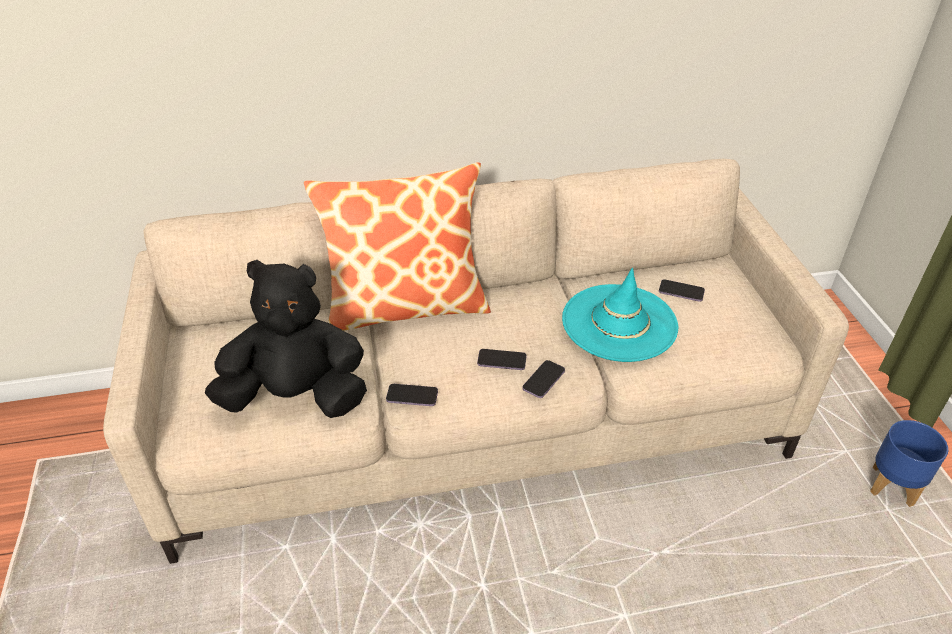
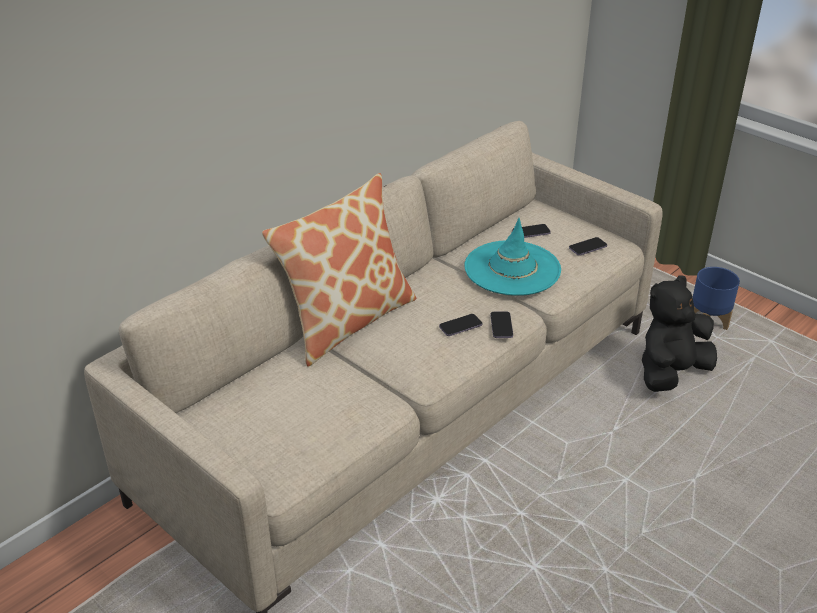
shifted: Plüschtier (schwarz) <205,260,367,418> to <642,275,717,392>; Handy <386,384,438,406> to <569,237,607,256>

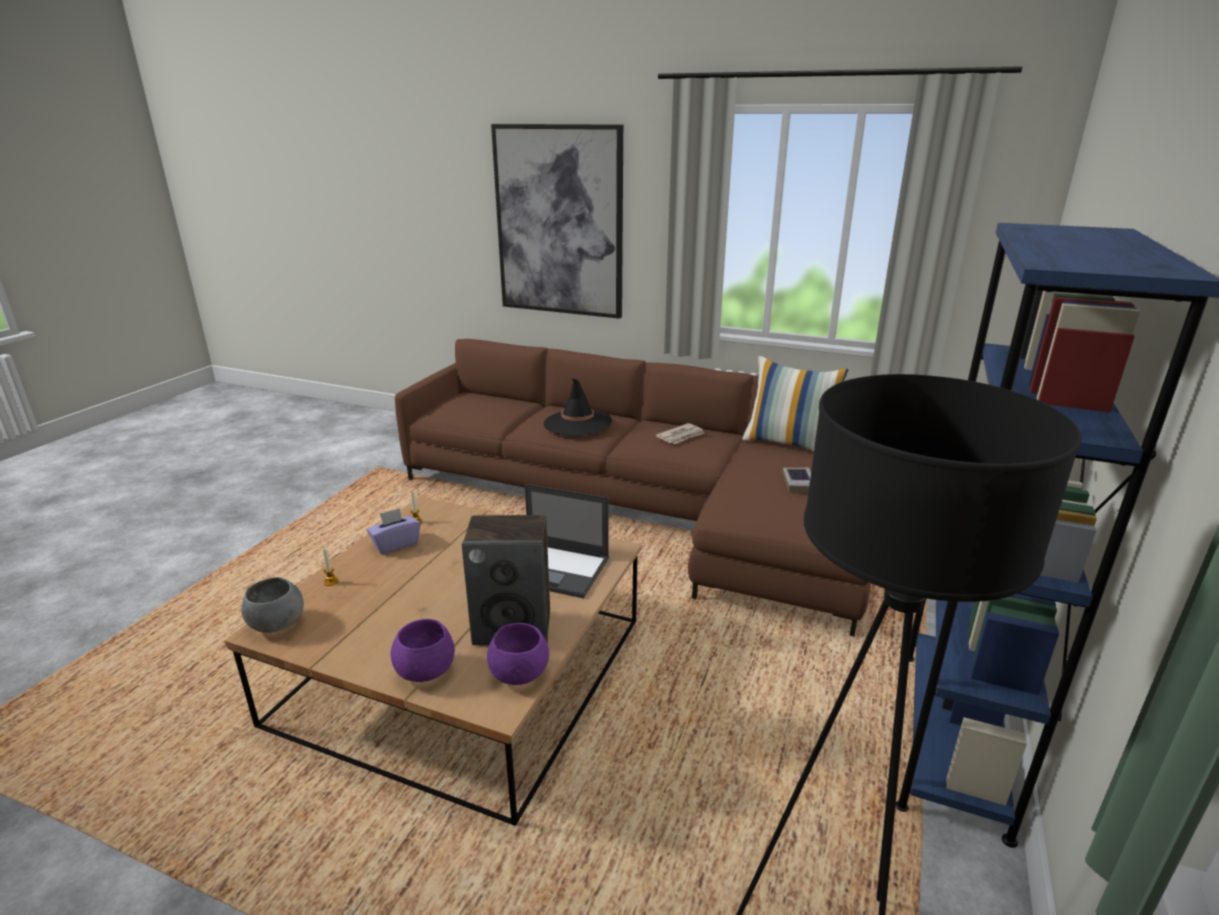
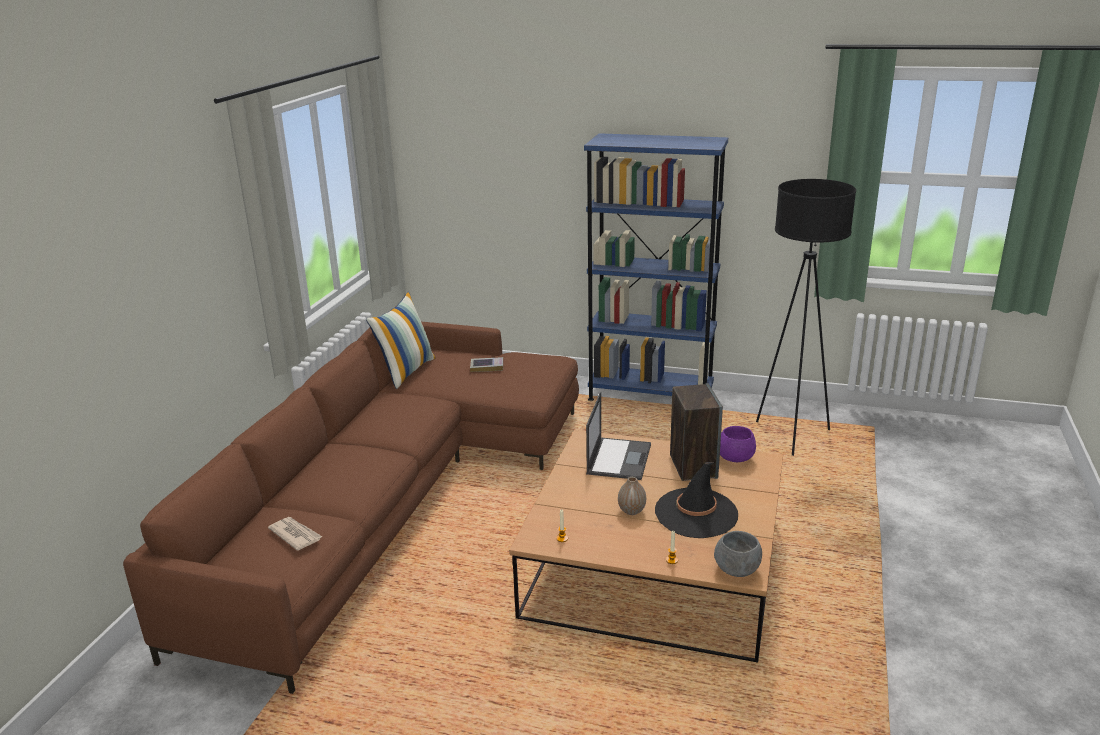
gone: Taschentuchbox (lila) <367,508,420,554>; Schüssel (lila) <391,619,455,682>; Bild <491,124,623,319>
new: Vase <618,477,646,515>
shifted: Hut (schwarz) <544,378,612,436> to <655,462,738,538>; Zeitung <655,423,704,444> to <268,517,322,551>

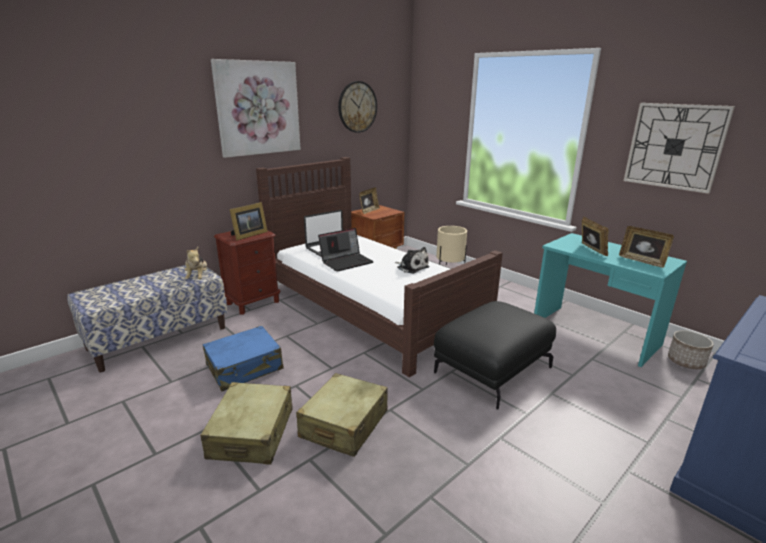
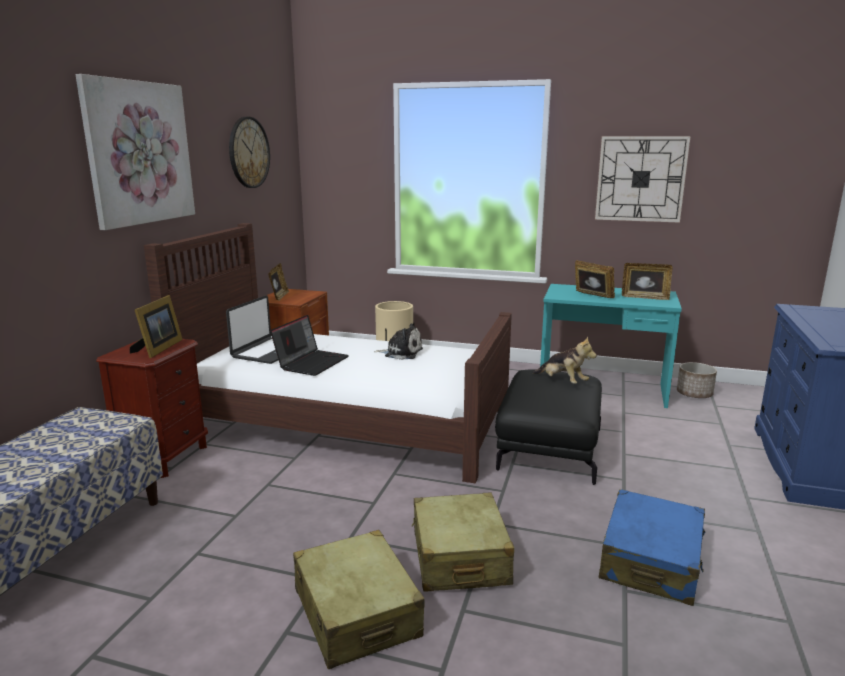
shifted: Plüschtier <184,247,207,279> to <533,336,597,384>; Koffer (blau) <202,326,283,391> to <599,489,706,606>

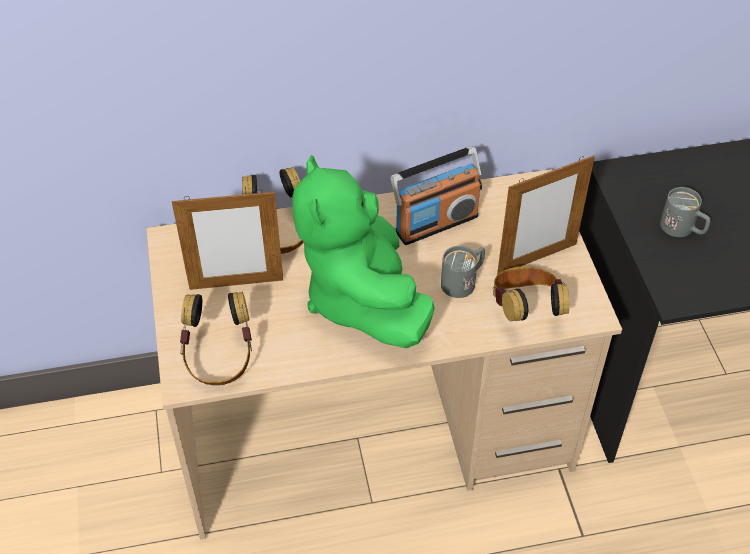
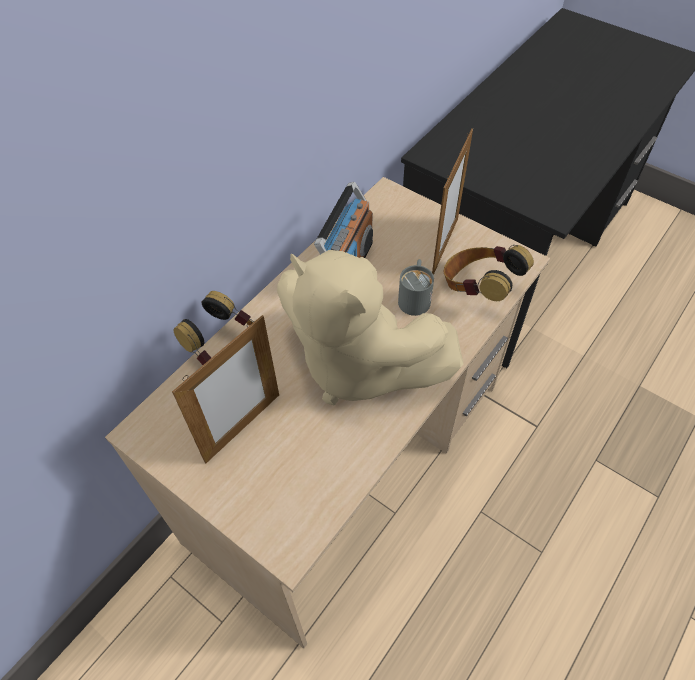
gone: Kopfhörer <180,292,252,385>; Henkelbecher (grau) <660,187,710,237>
repainted: Plüschtier (grün) <293,155,434,348> to Plüschtier (beige) <277,250,464,406>

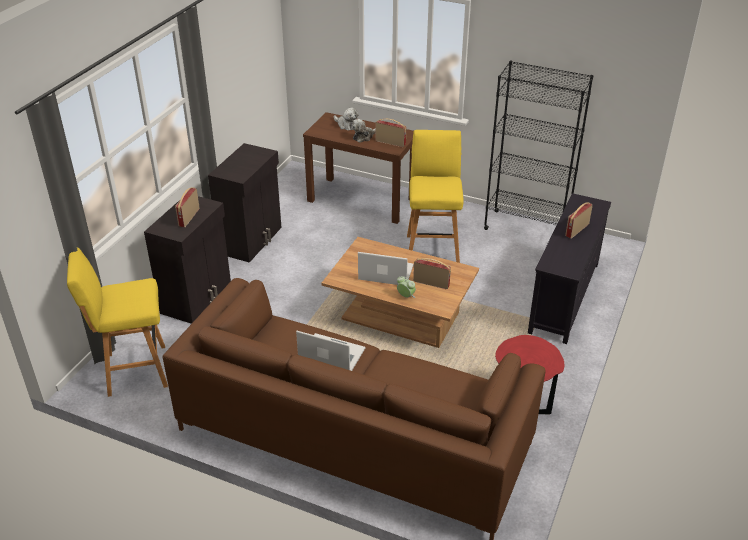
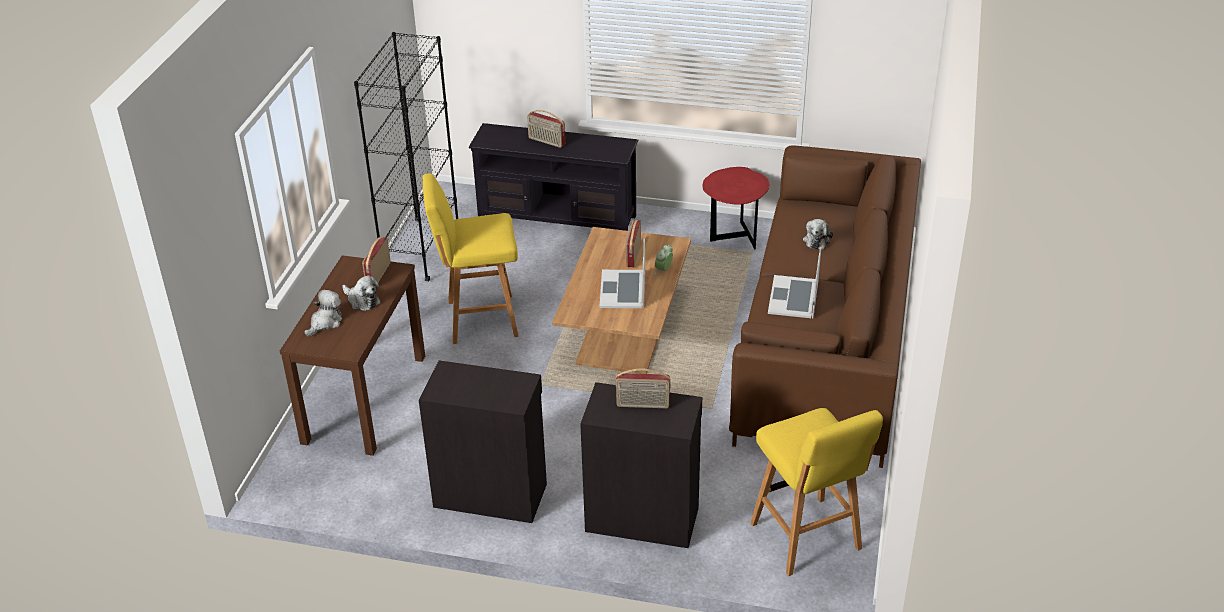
new: Plüschtier <803,219,833,250>

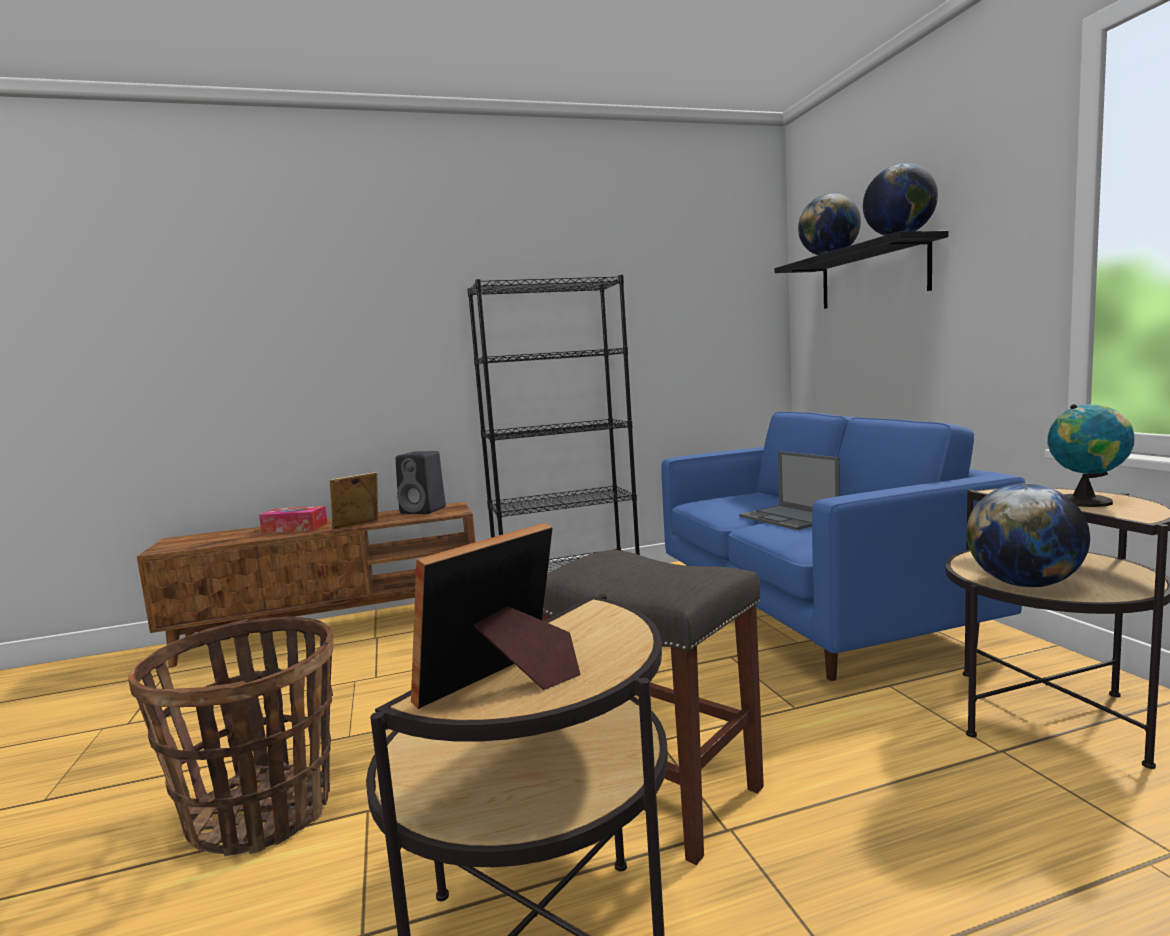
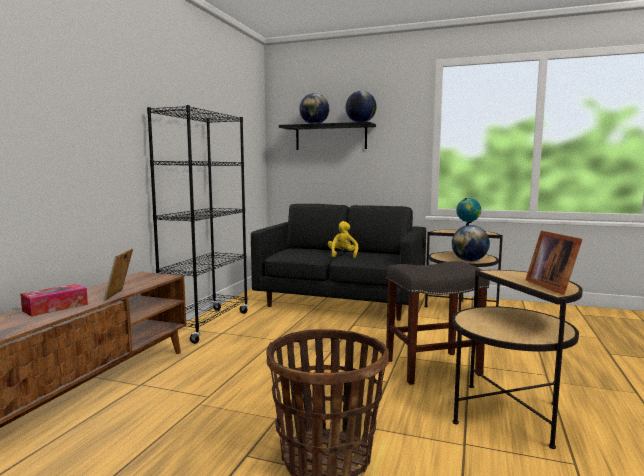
gone: Lautsprecher (schwarz) <396,451,446,514>
swapped: Laptop <739,451,840,530> to Plüschtier (gelb) <328,221,358,258>
repainted: Sofa (blau) <661,412,1025,681> to Sofa (schwarz) <251,204,426,321>

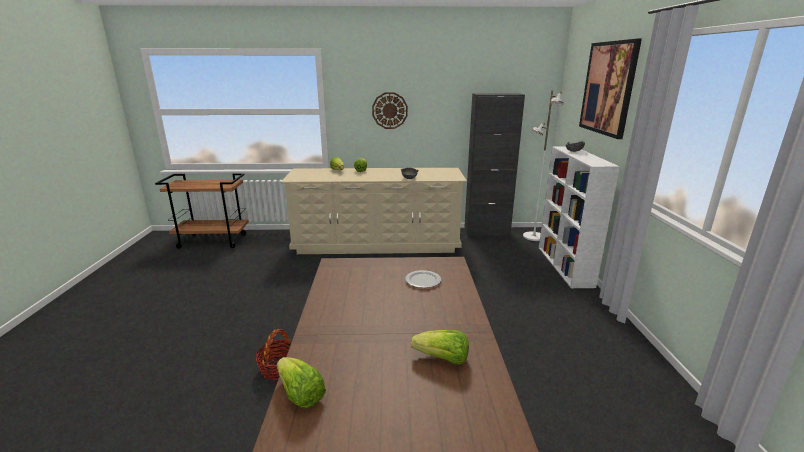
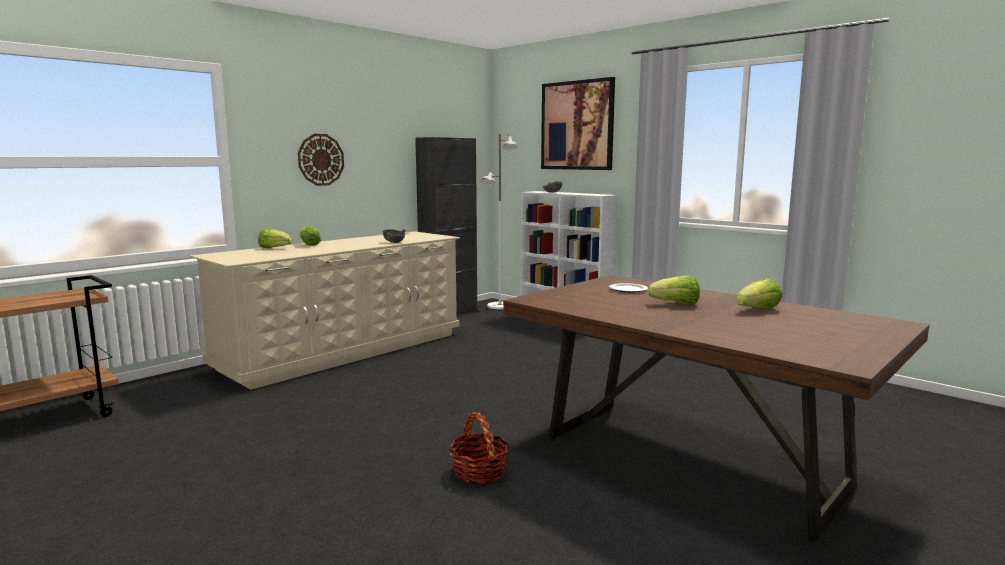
shifted: Salatkopf <277,357,326,409> to <648,275,700,305>

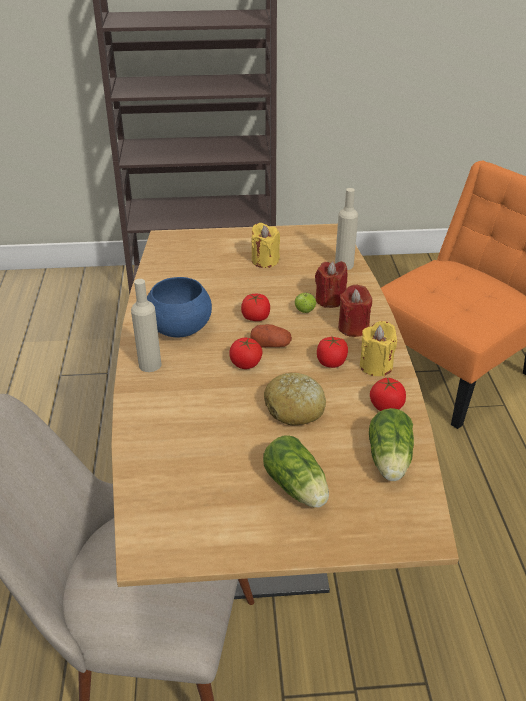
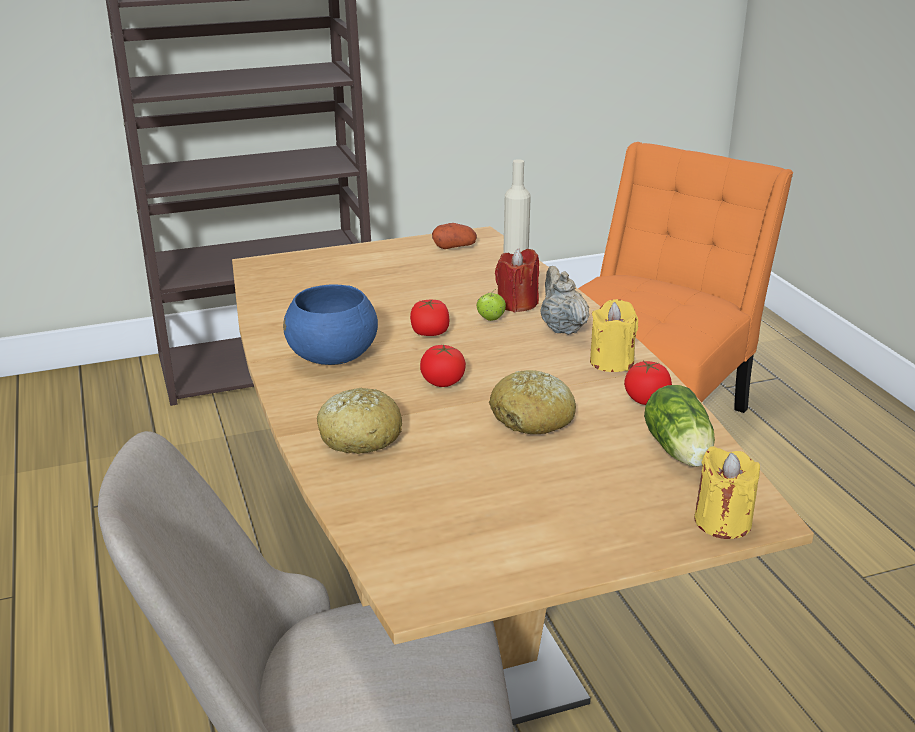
gone: Flasche (beige) <131,279,162,372>; Salatkopf <263,435,329,507>; Tomate <317,337,348,368>
new: Brot <317,388,402,454>
shifted: Kartoffel <250,324,292,348> to <432,223,477,249>; Kerze (gelb) <251,223,280,268> to <694,446,760,539>
swapped: Kerze (rot) <338,285,372,337> to Teekanne (beige) <540,266,590,335>

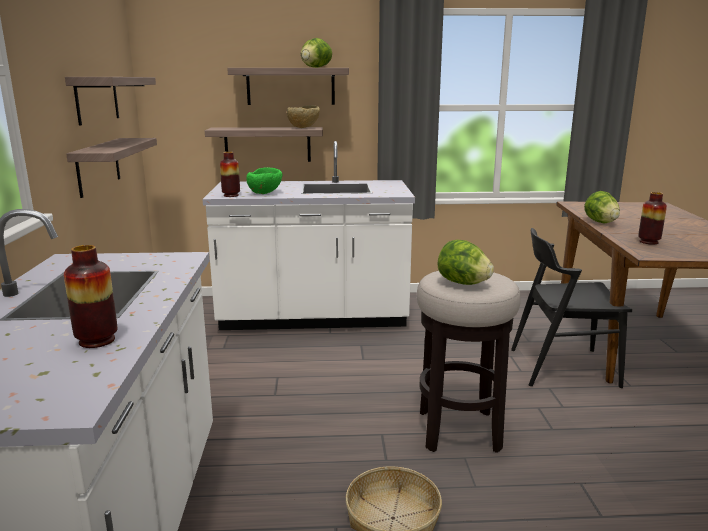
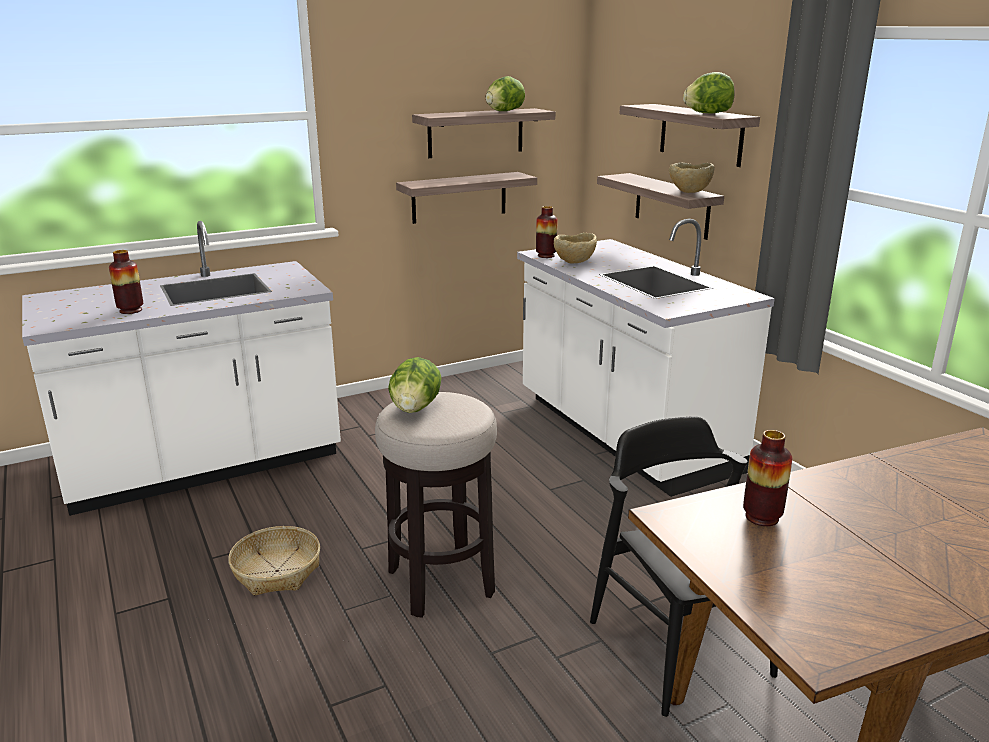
shifted: Salatkopf <584,191,620,223> to <486,76,525,111>
repainted: Schüssel (grün) <247,167,282,194> to Schüssel (beige) <554,233,597,264>

